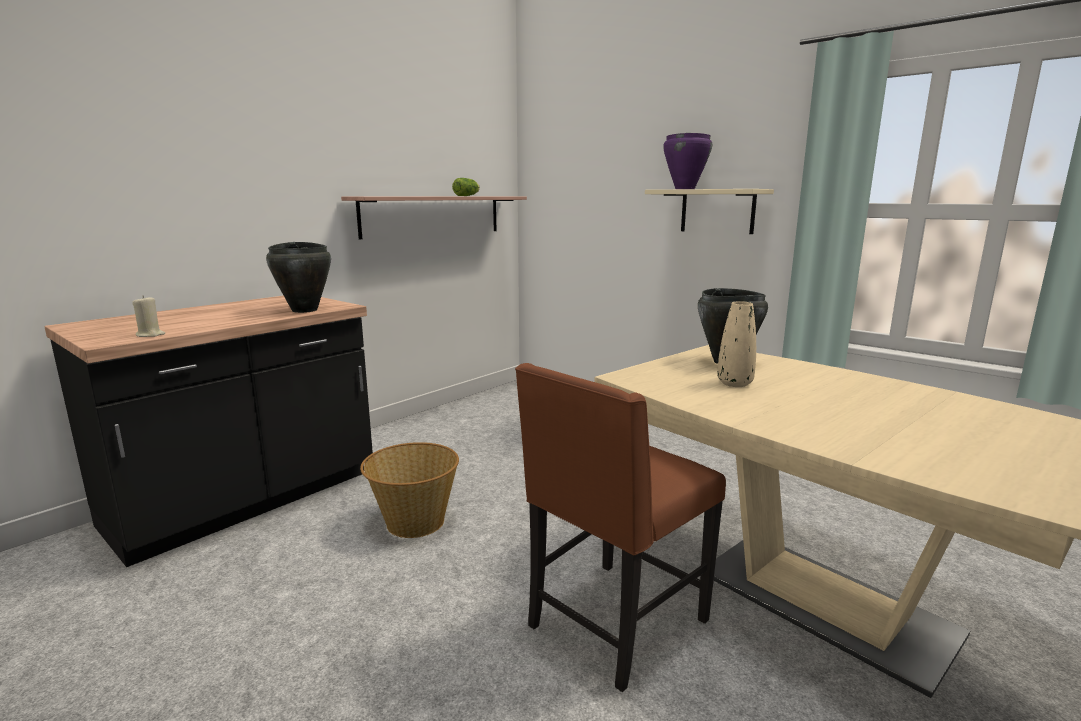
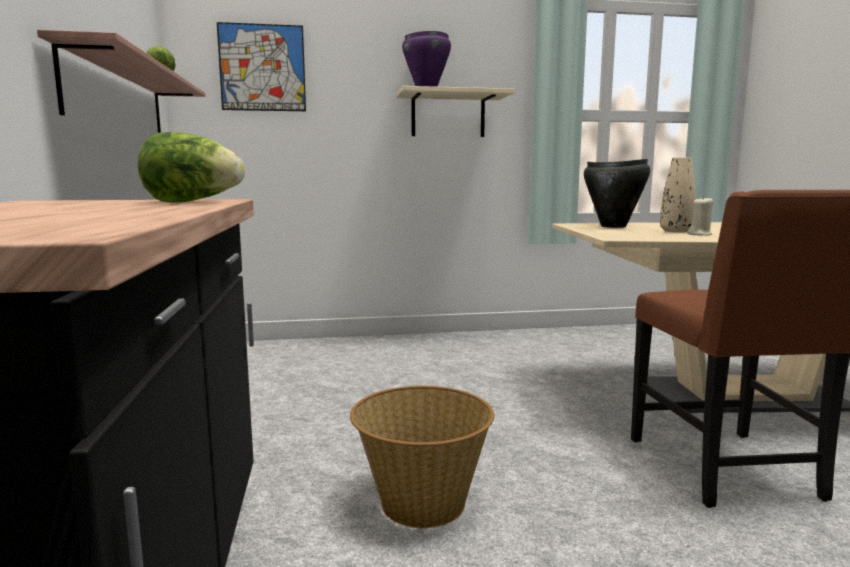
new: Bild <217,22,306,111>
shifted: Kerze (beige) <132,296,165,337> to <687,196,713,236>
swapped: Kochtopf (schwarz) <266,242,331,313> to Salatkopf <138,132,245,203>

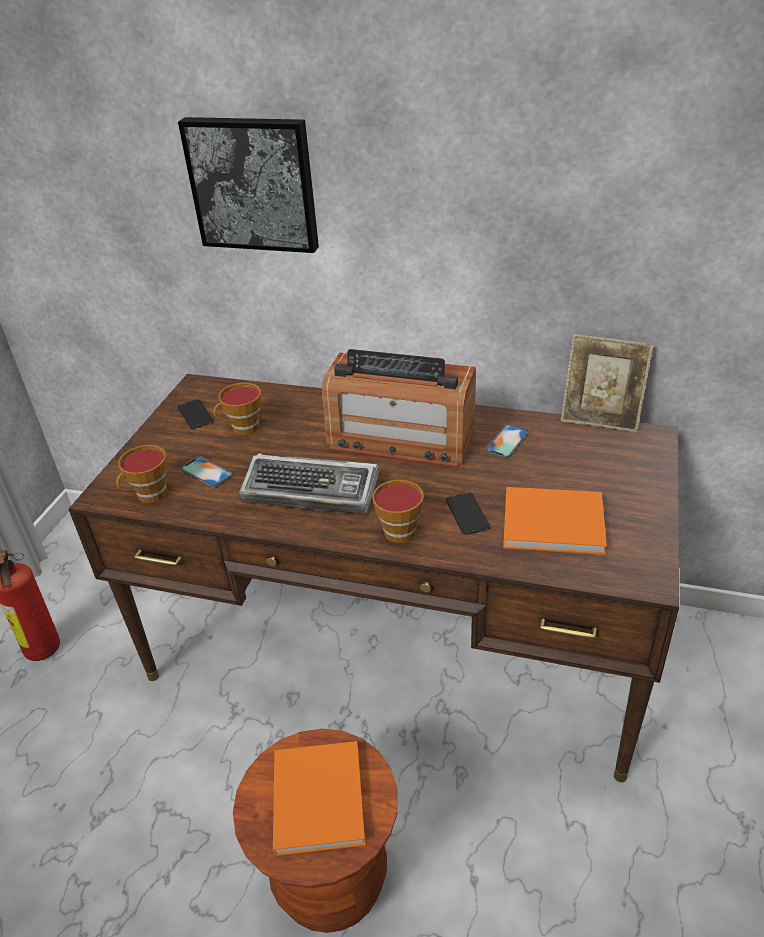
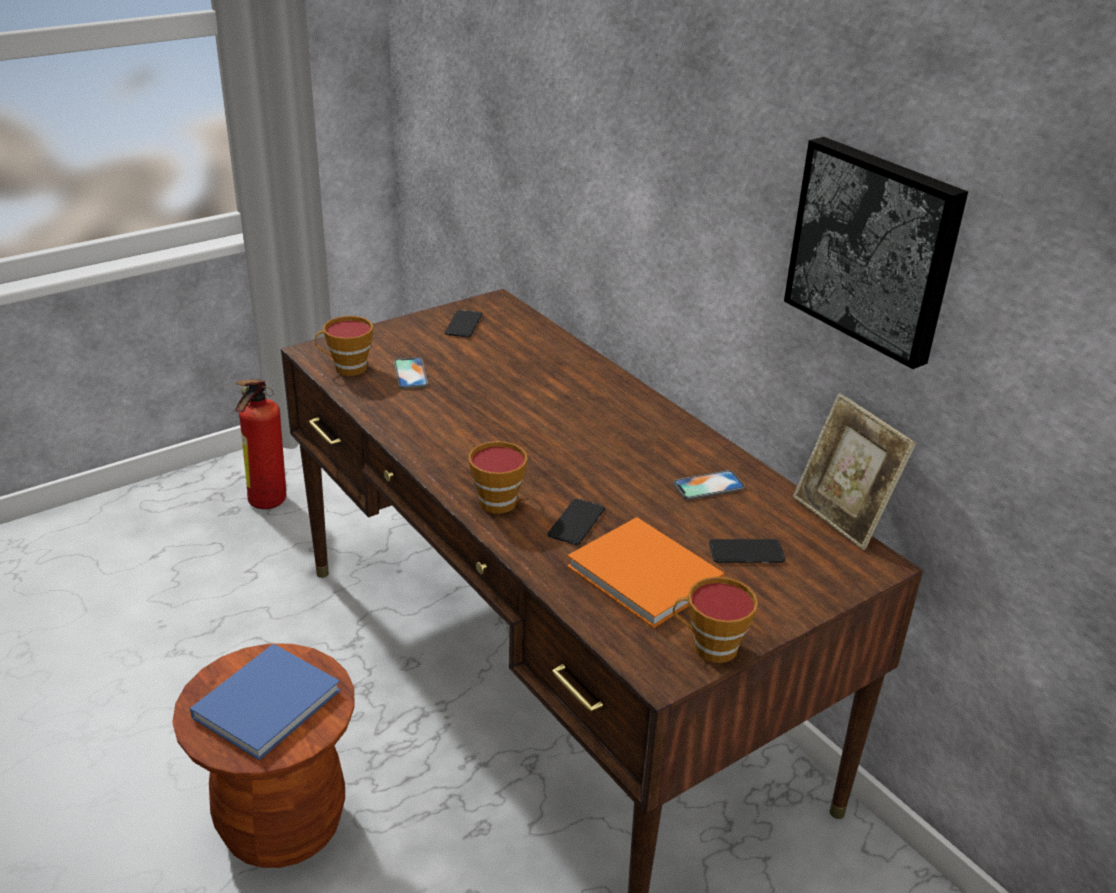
gone: Tastatur <239,453,379,515>; Radio <322,349,476,468>
new: Handy <709,539,785,563>
shifted: Bild <178,117,319,253> to <784,137,968,369>; Tasse <214,383,261,435> to <673,576,758,663>
repainted: Buch (orange) <273,741,365,856> to Buch (blau) <190,644,341,760>

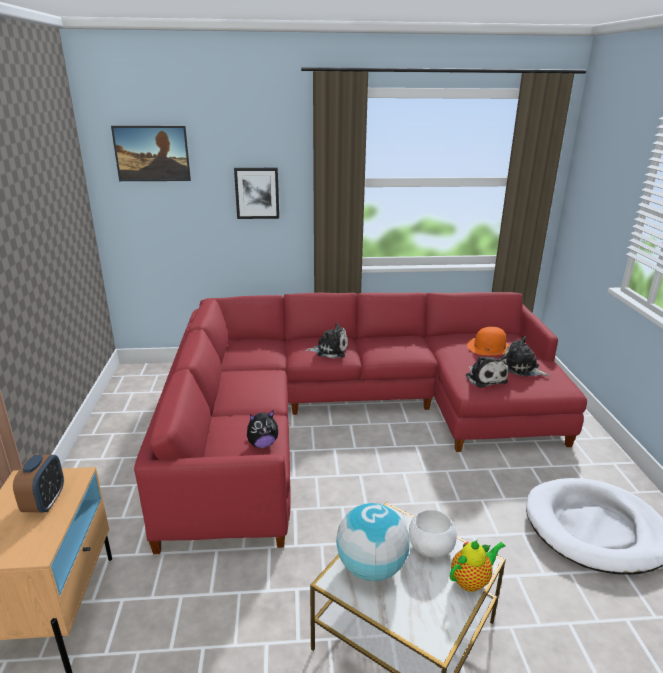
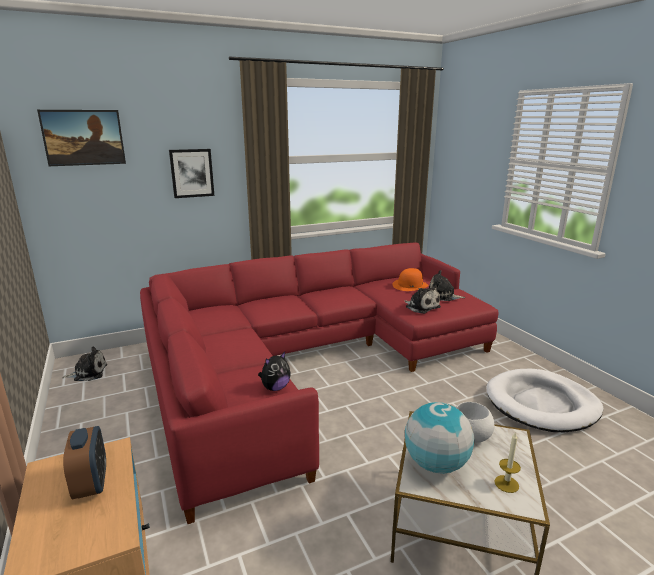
gone: Teekanne <450,540,505,592>
new: Kerze <494,432,521,493>
shifted: Plüschtier <305,323,348,358> to <62,346,107,381>

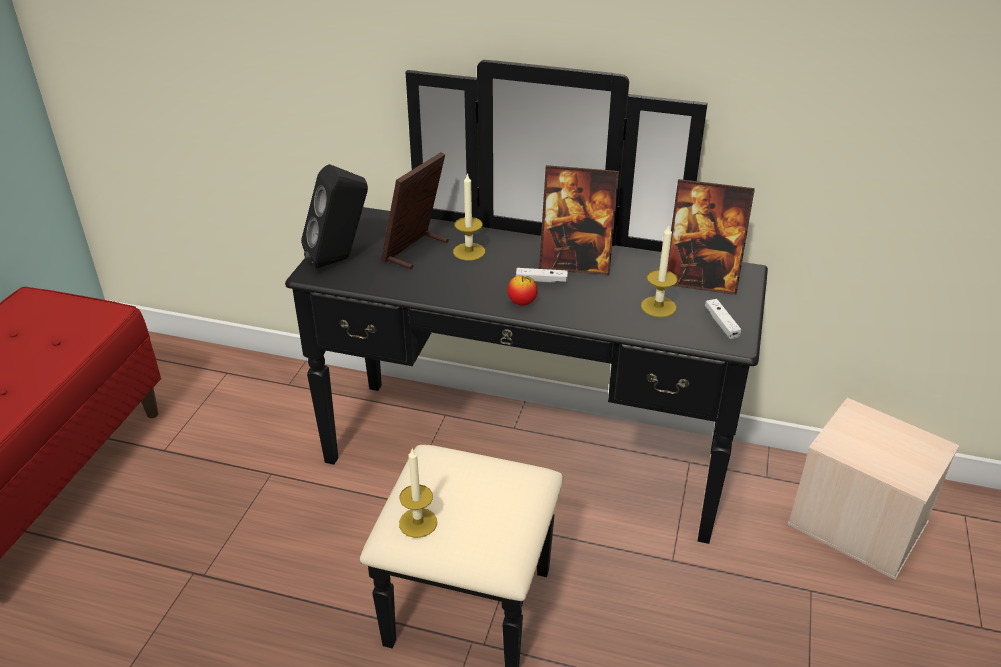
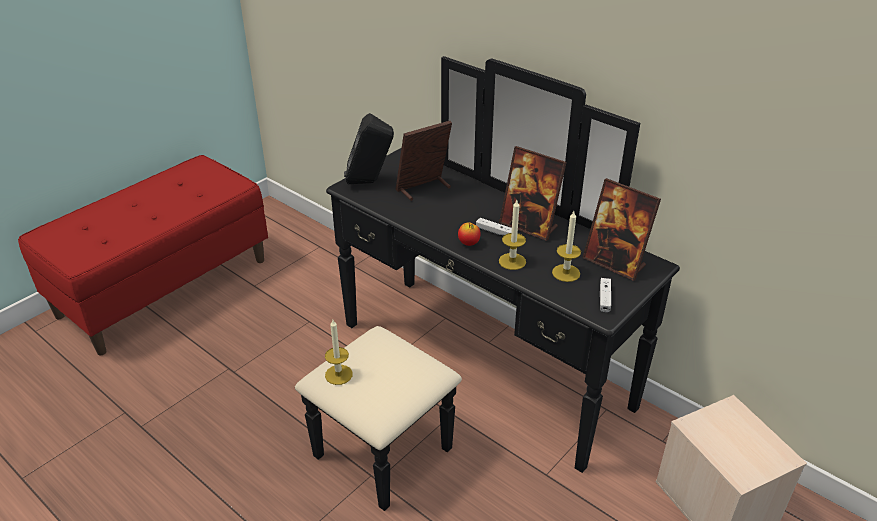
shifted: Kerze <453,173,485,261> to <499,200,526,270>

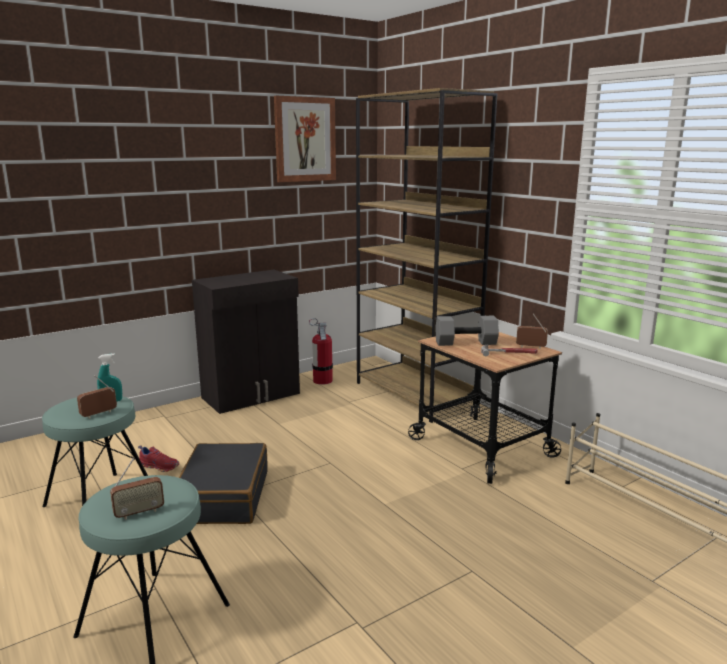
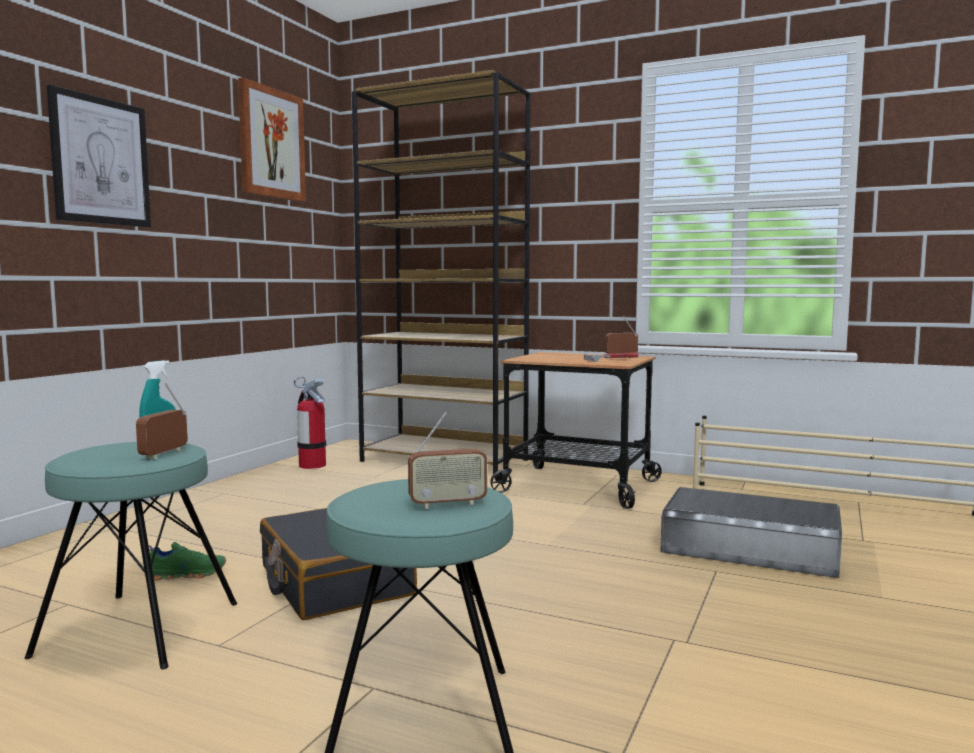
gone: Schrank (schwarz) <192,270,300,414>; Hantel (grau) <435,316,499,346>
new: Bild <47,85,151,227>; Aufbewahrungsbox (grau) <660,487,842,578>
repainted: Schuh (rot) <138,445,179,472> to Schuh (grün) <149,542,226,581>
rotated: Radio <110,458,164,520> = <408,410,487,509> 45 degrees clockwise

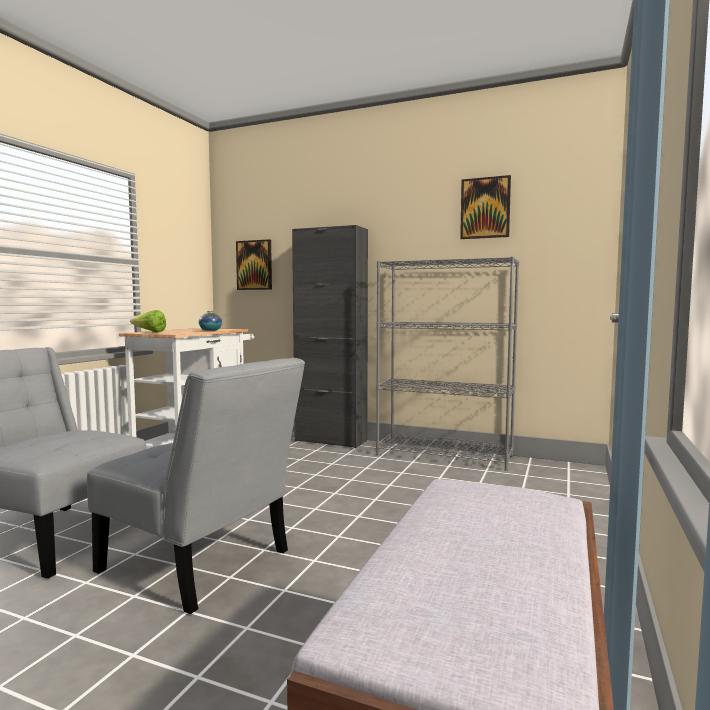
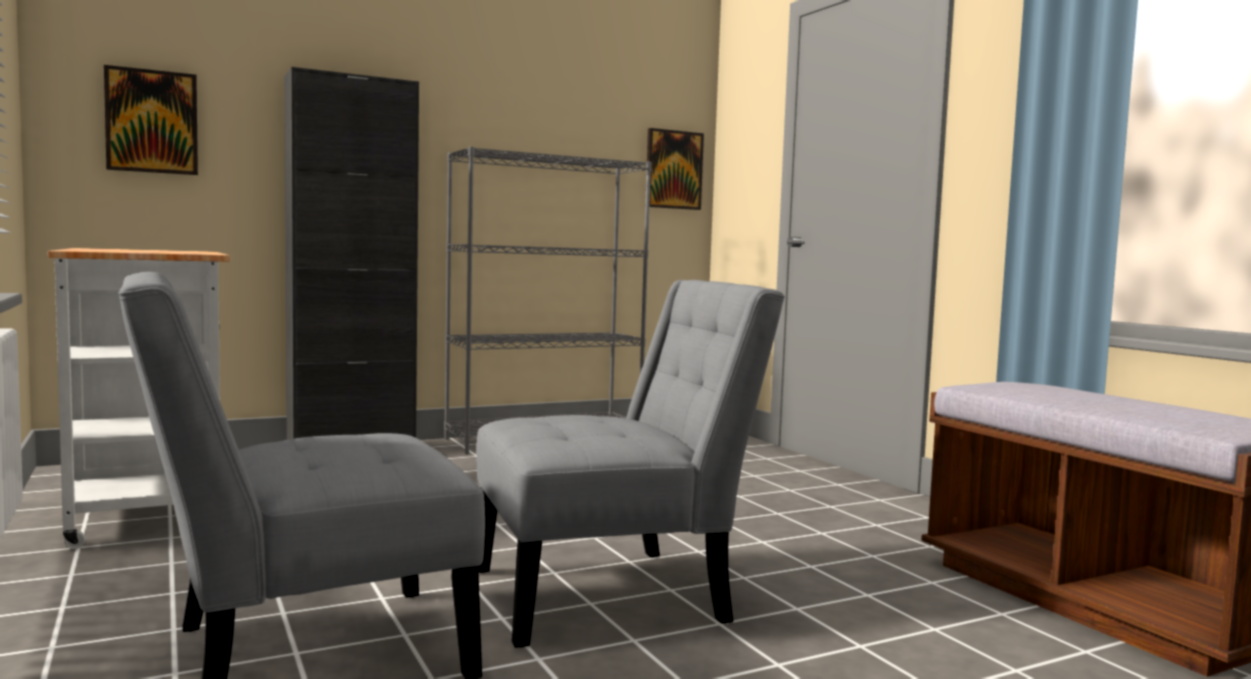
gone: Salatkopf <130,310,166,333>; Vase <199,311,222,331>
shifted: Bild <460,175,511,239> to <645,128,704,210>

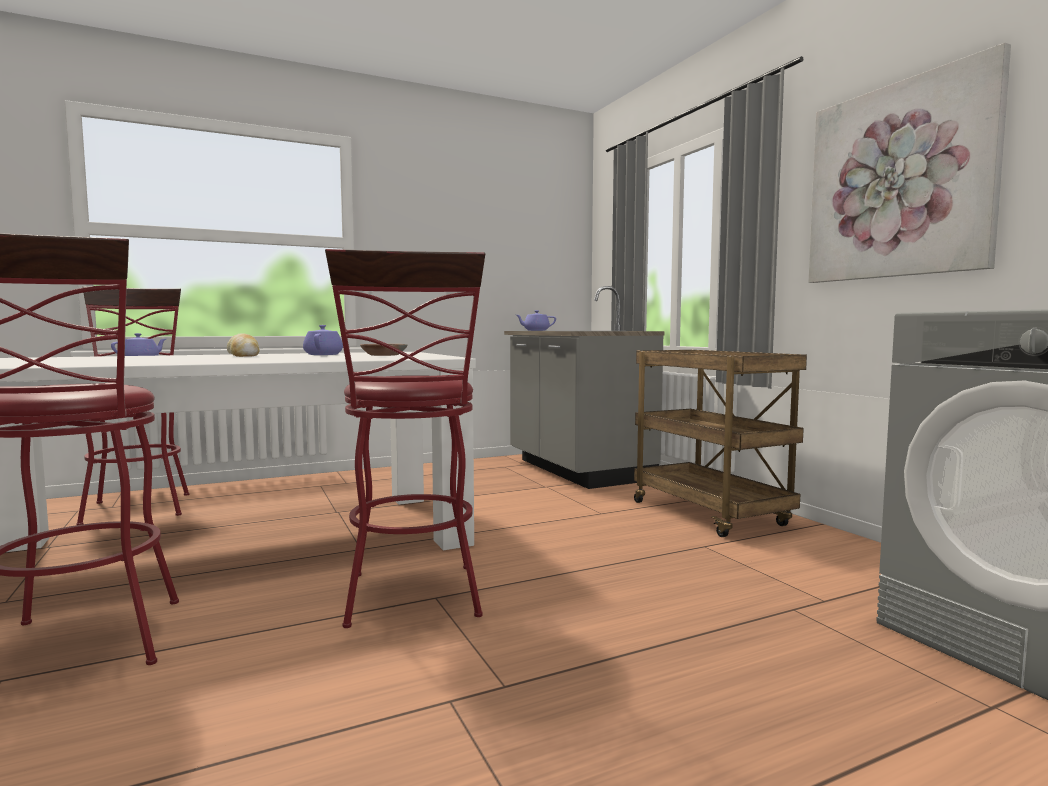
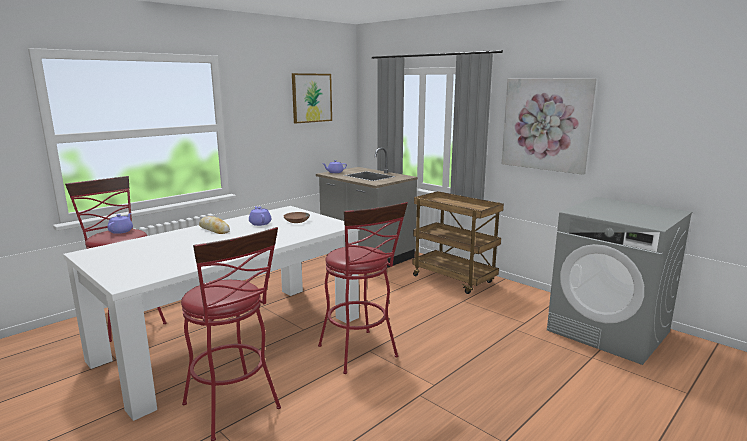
new: Bild <292,73,332,124>

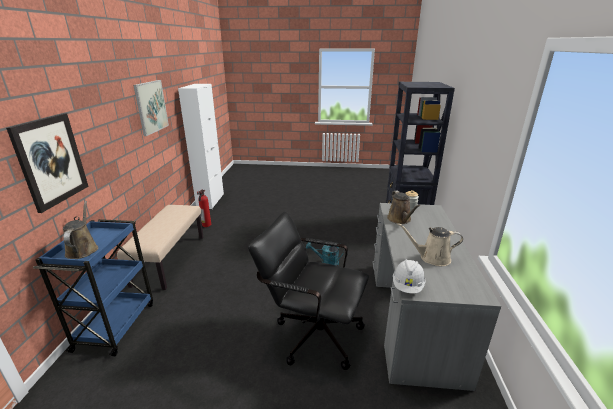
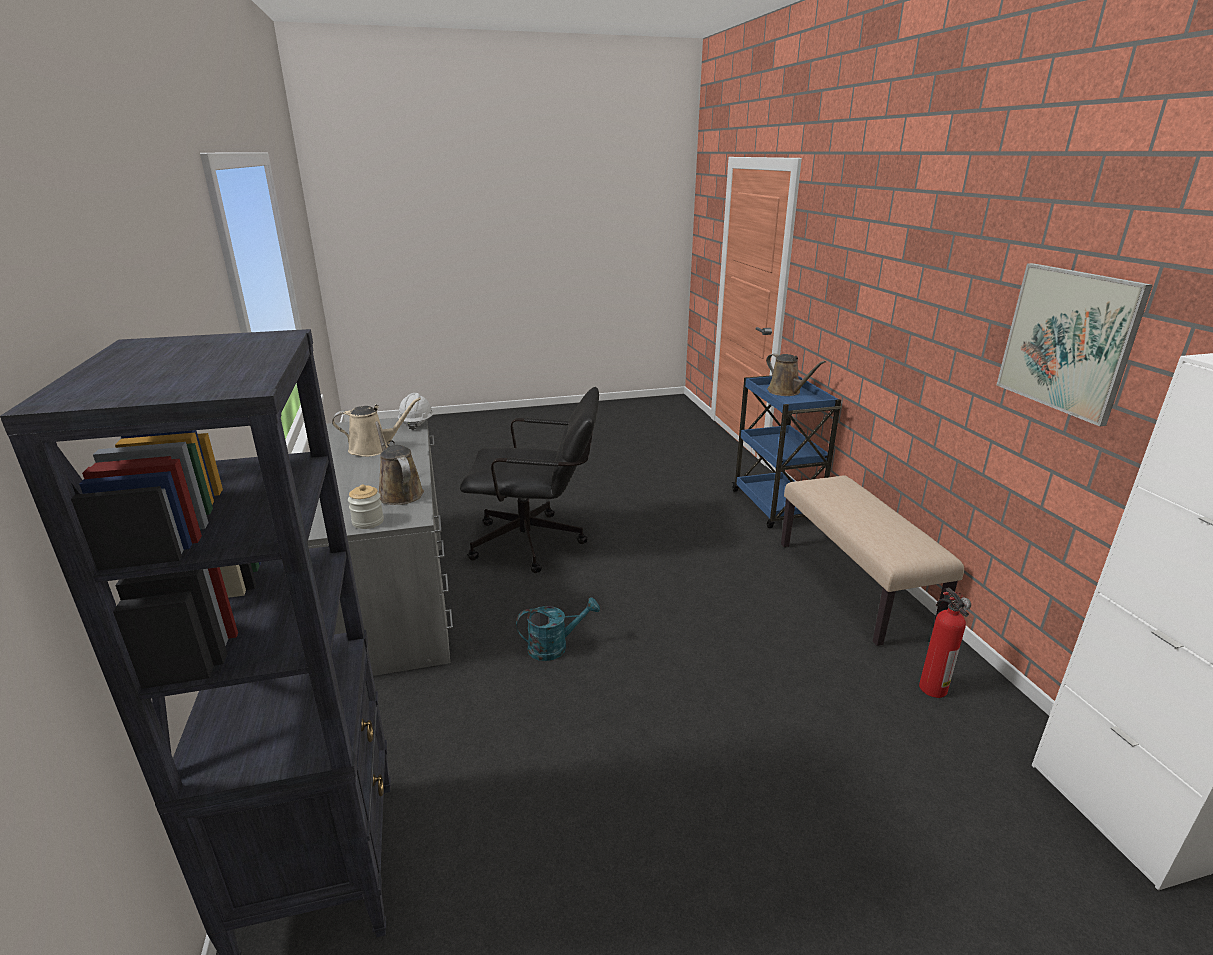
gone: Bild <6,113,89,213>

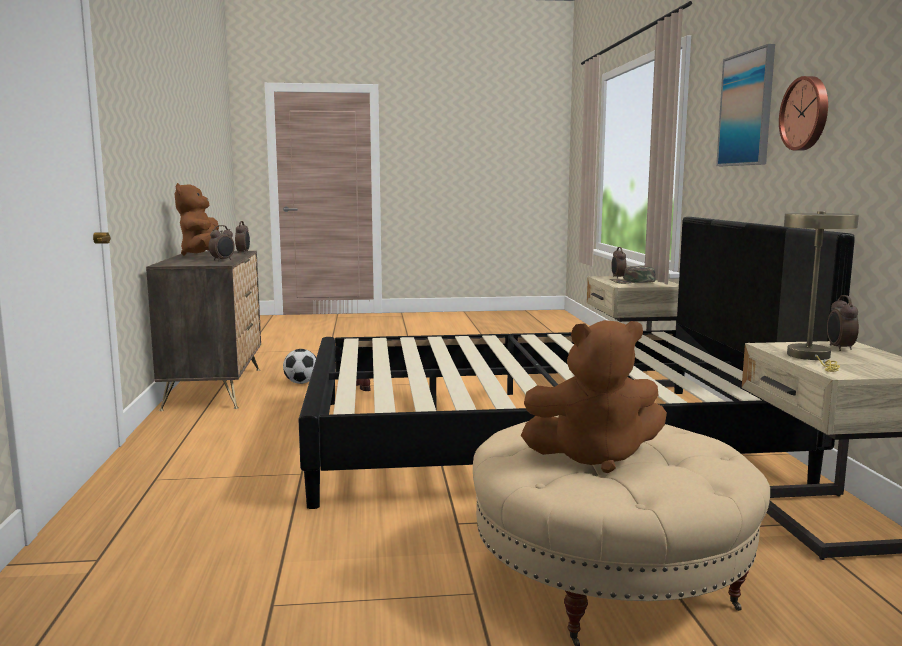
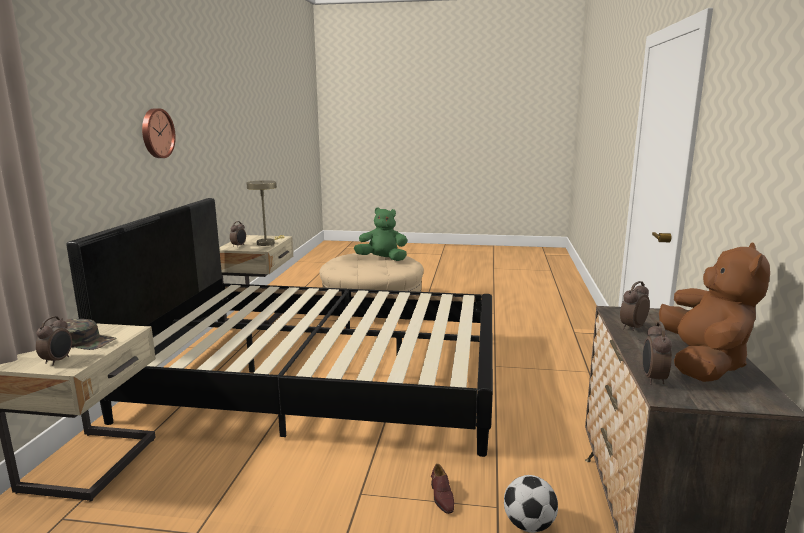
gone: Bild <716,44,775,166>
repainted: Plüschtier (braun) <521,320,667,473> to Plüschtier (grün) <354,207,408,261>

